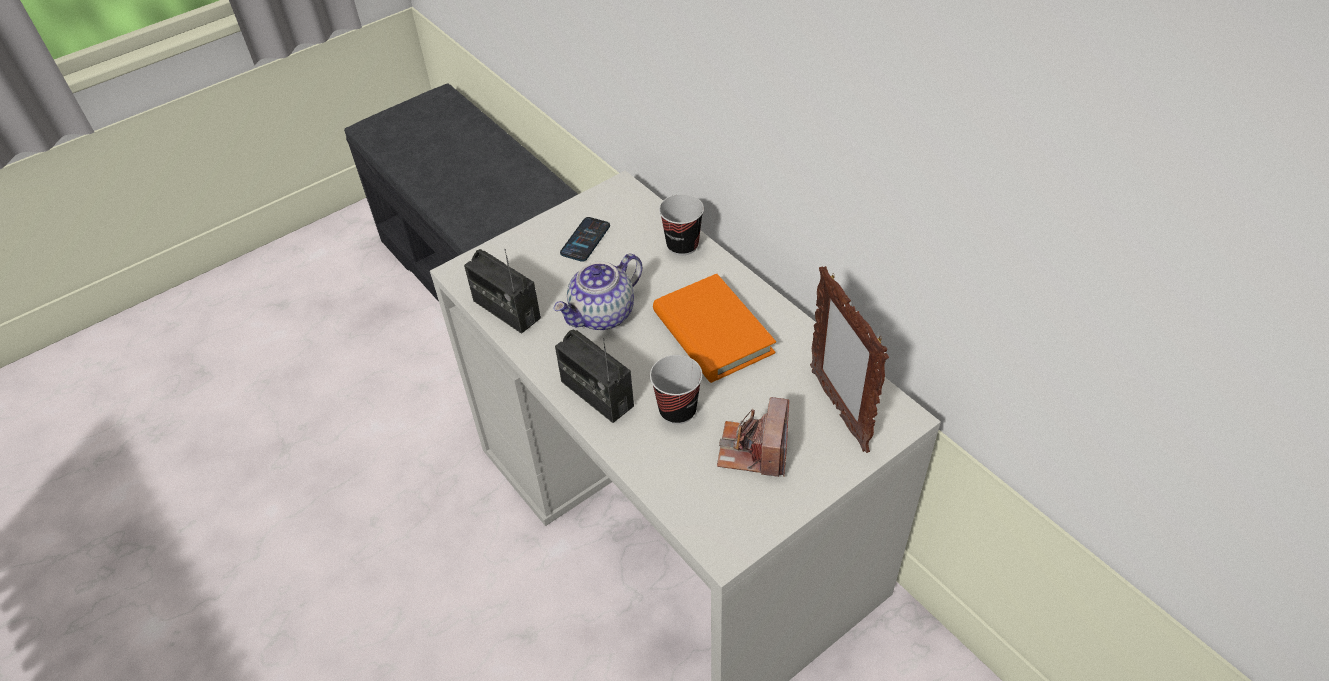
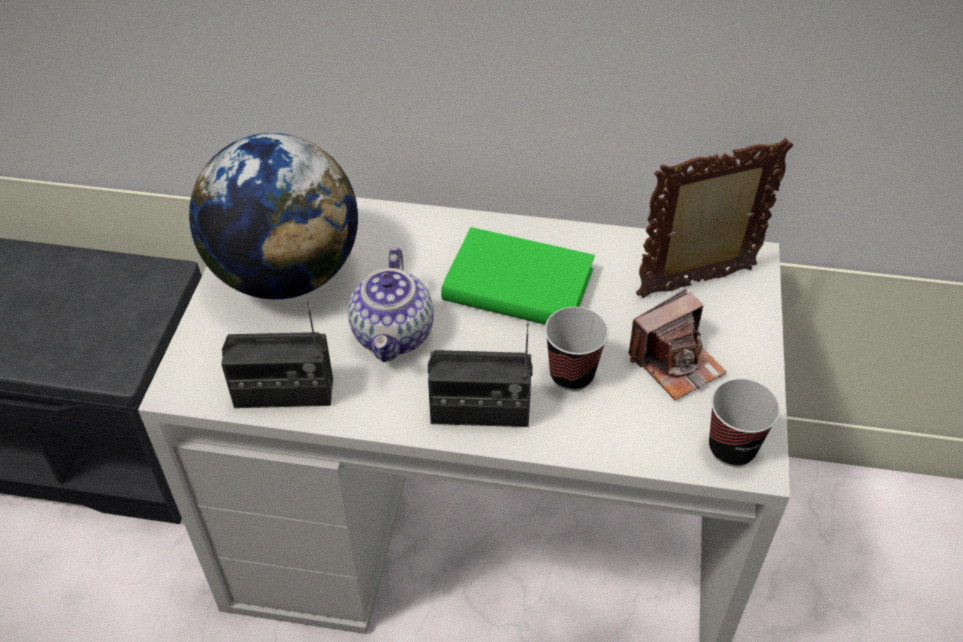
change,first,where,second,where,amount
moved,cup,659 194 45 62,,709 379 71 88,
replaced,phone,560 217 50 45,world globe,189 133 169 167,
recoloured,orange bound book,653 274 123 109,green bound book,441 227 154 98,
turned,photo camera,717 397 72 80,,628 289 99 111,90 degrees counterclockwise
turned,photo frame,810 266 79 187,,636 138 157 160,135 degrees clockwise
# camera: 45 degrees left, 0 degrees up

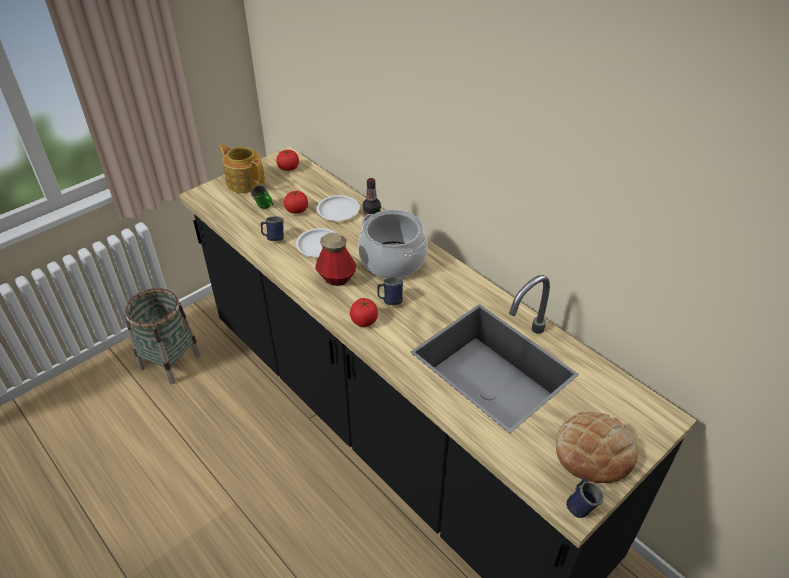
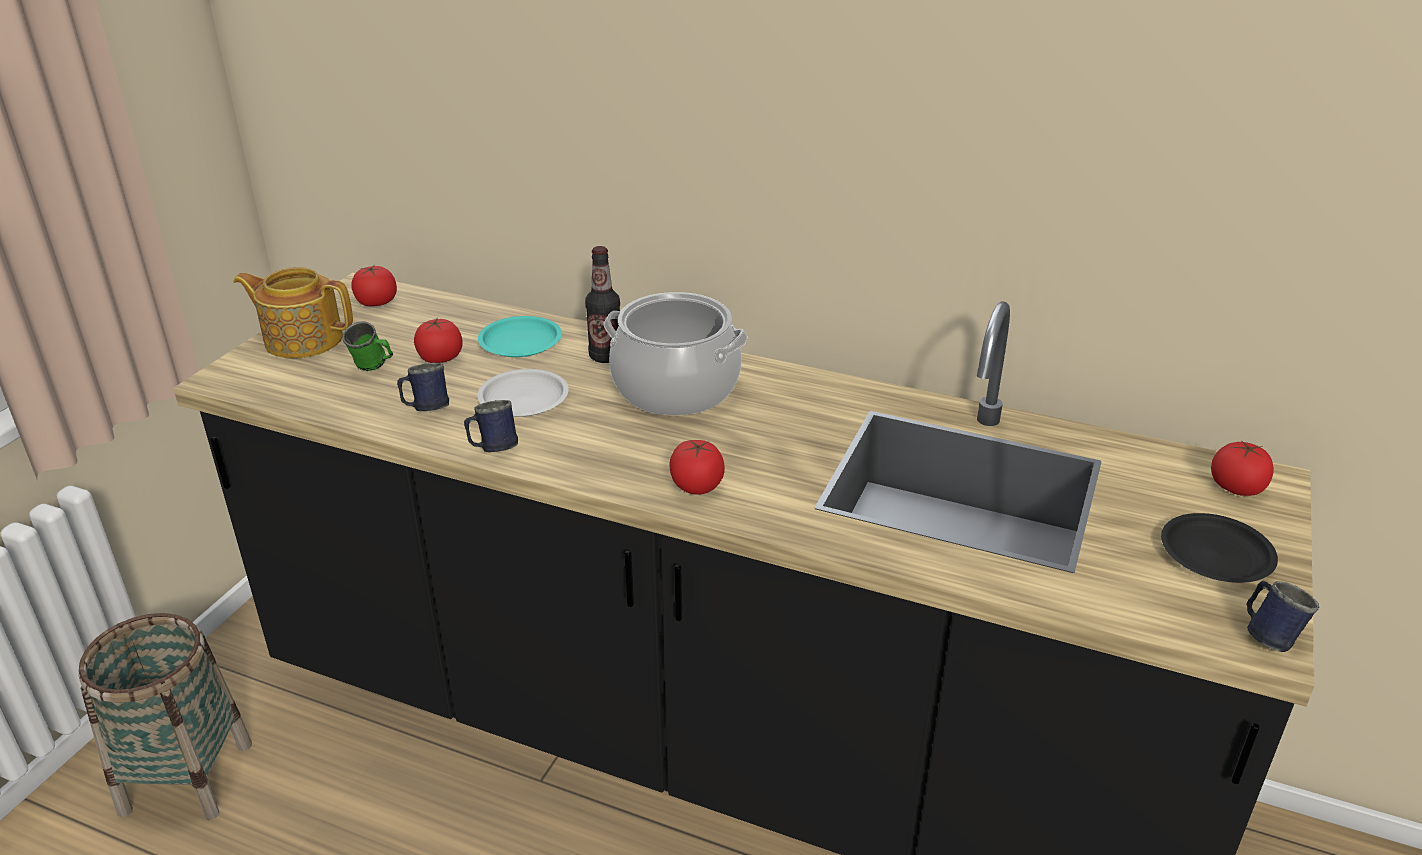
change,first,where,second,where,amount
removed,drink bottle,315 233 41 53,,,
added,,,tomato,1211 440 63 56,
moved,bluish mug,377 277 26 28,,464 400 54 52,
replaced,baked bread,556 412 82 71,black flat dish,1161 513 117 70,
recoloured,white flat dish,317 195 43 26,turquoise flat dish,478 316 84 41,
# camera: 25 degrees left, 10 degrees down

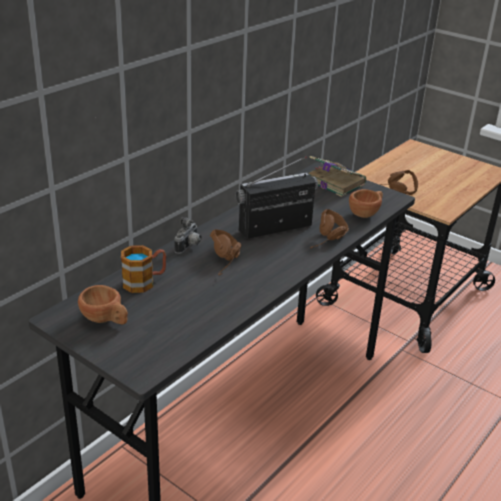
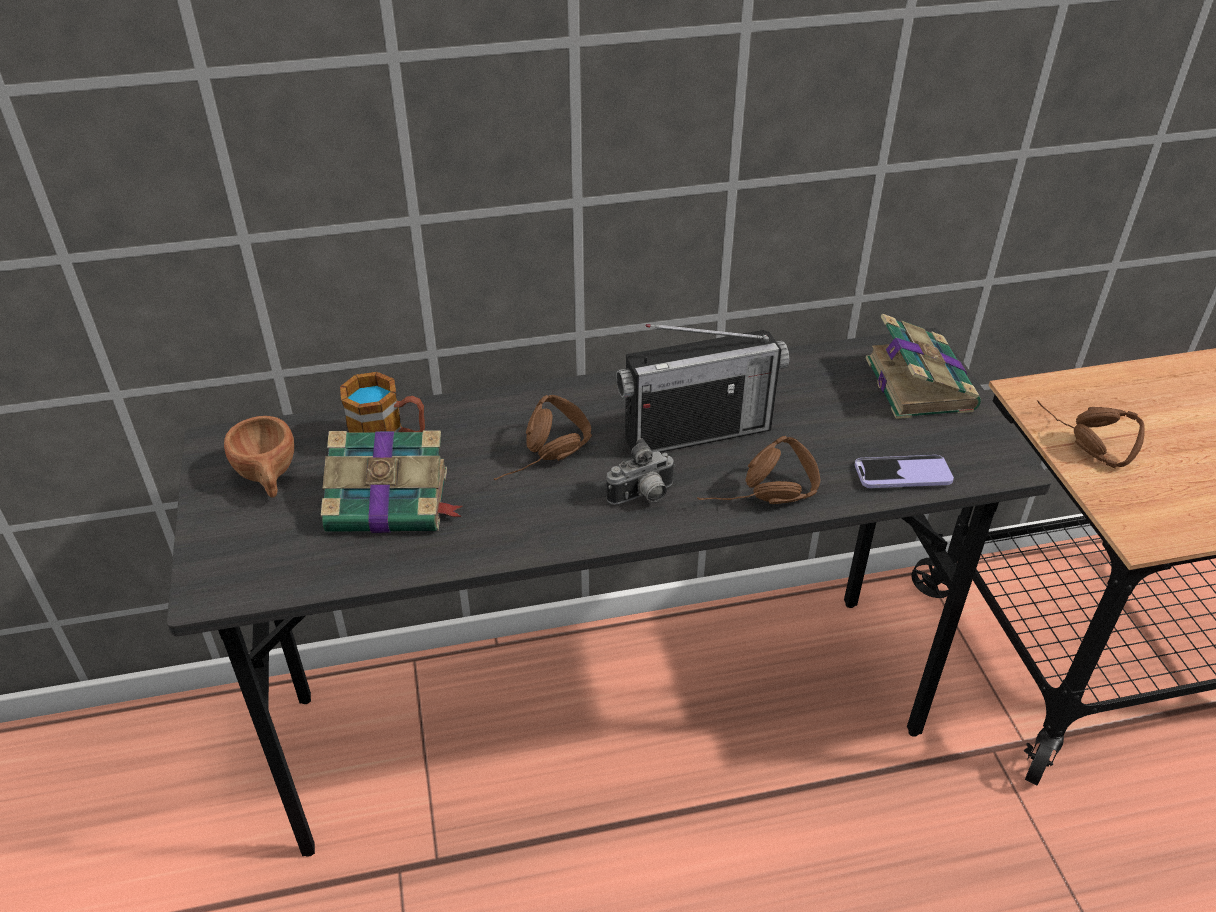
change,first,where,second,where,amount
added,,,bound book,321 430 142 103,
moved,photo camera,174 217 28 37,,606 438 70 67,
replaced,brown-coloured cup,349 189 34 29,phone,855 455 99 33,
turned,radio receiver,235 156 83 83,,616 324 173 129,150 degrees clockwise
# camera: 40 degrees right, 10 degrees up

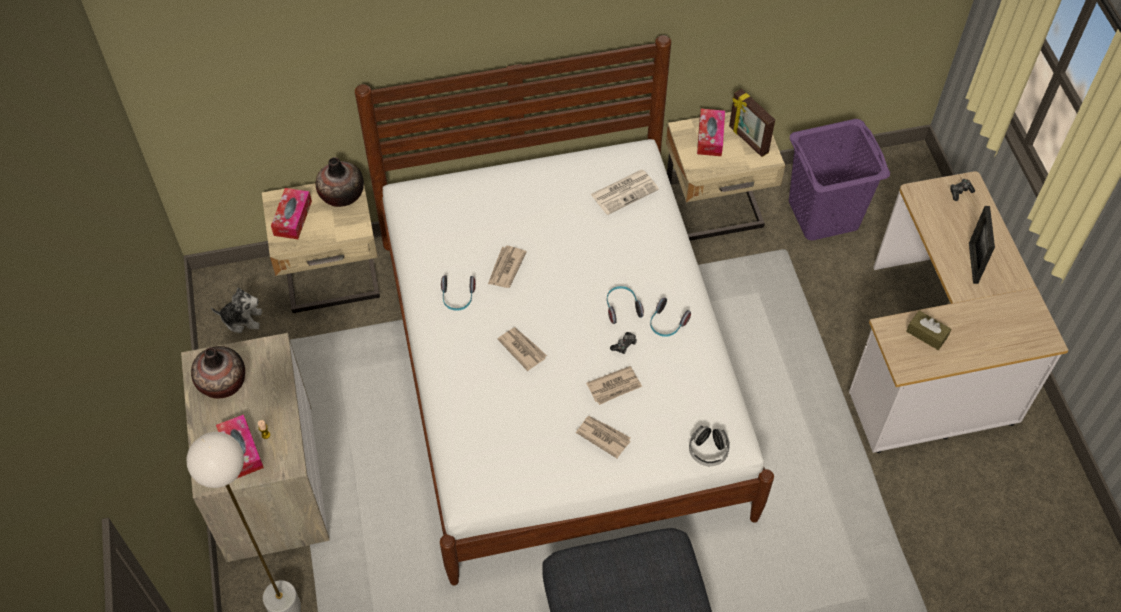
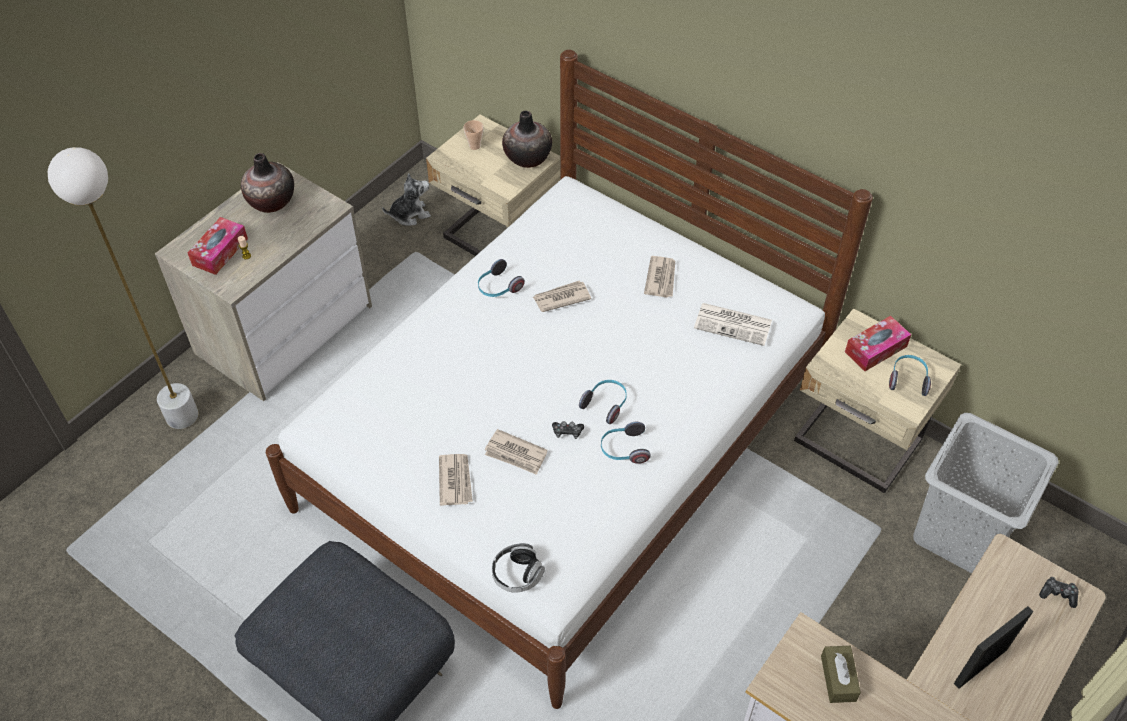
change,first,where,second,where,amount
moved,daily paper,498 327 49 44,,644 256 31 42,
replaced,tissue box,271 188 41 51,cup,464 120 19 30,
replaced,photo frame,729 89 46 68,headset,889 355 42 41,
recoloured,purple hamper,789 119 101 121,greyish hamper,913 413 146 160,
turned,plush toy,211 287 51 46,,382 174 49 52,75 degrees counterclockwise
# camera: 50 degrees right, 5 degrees down

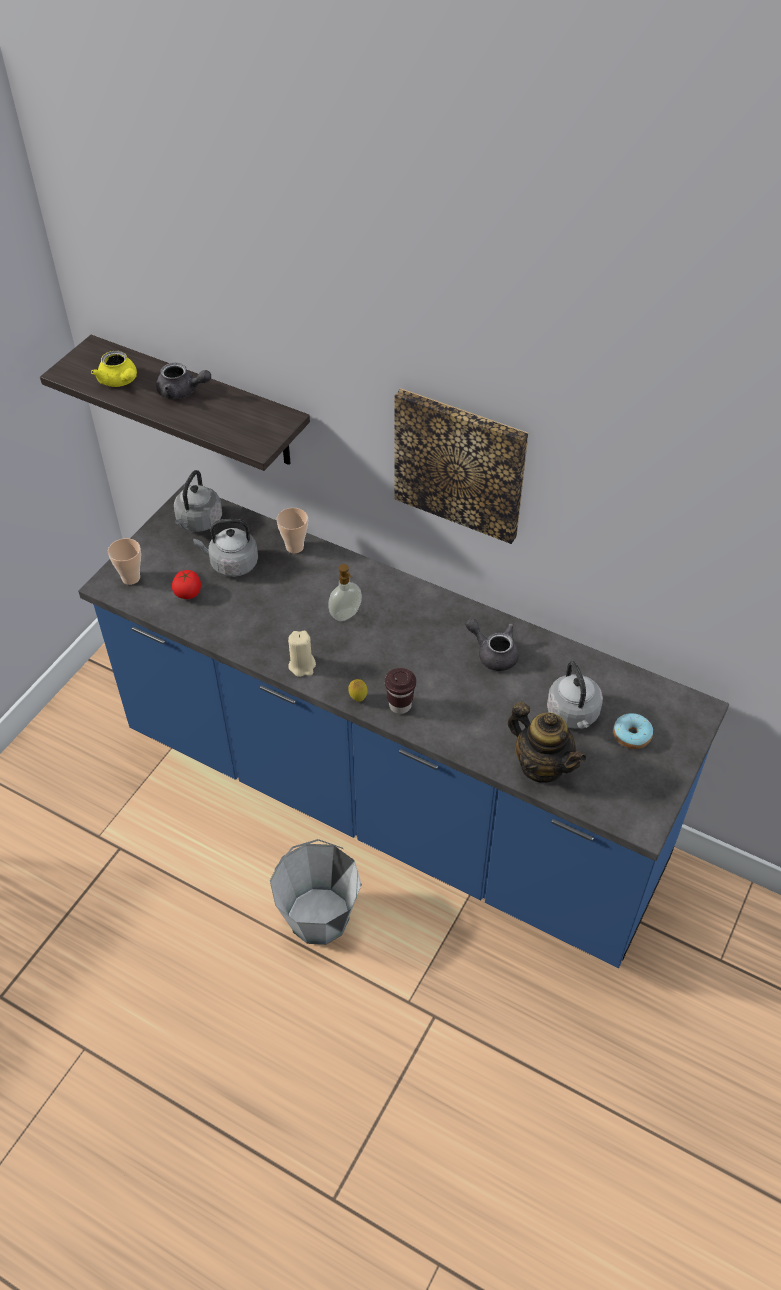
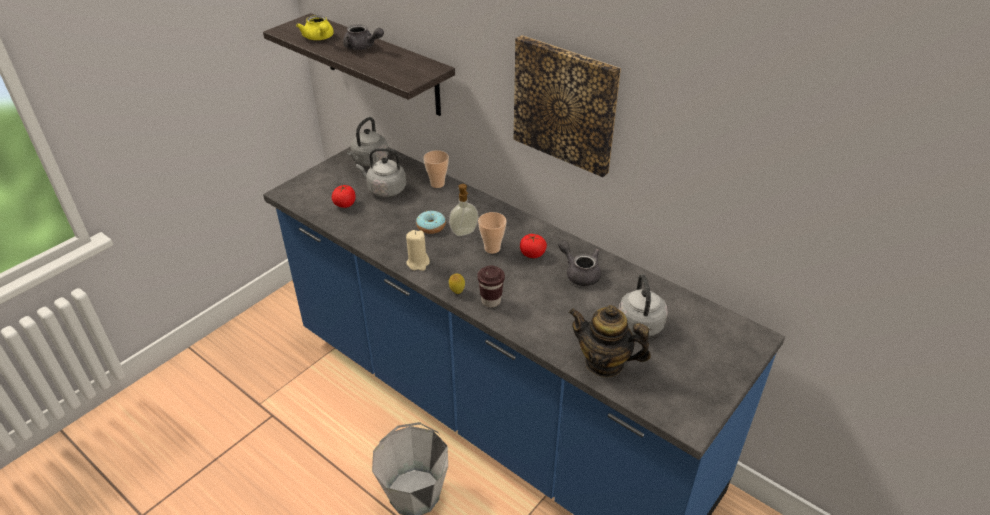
change,first,where,second,where,amount
added,,,tomato,520 234 27 24,
moved,cup,108 538 33 47,,478 212 29 42,
moved,doughnut,613 713 40 36,,416 211 30 23,
turned,teapot,508 702 78 81,,569 305 82 72,150 degrees clockwise
# camera: 10 degrees right, 10 degrees down

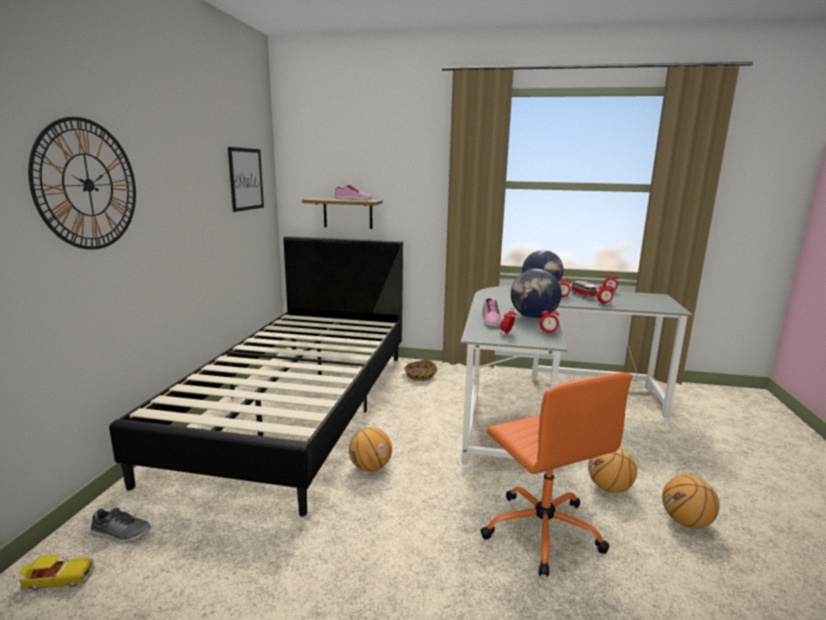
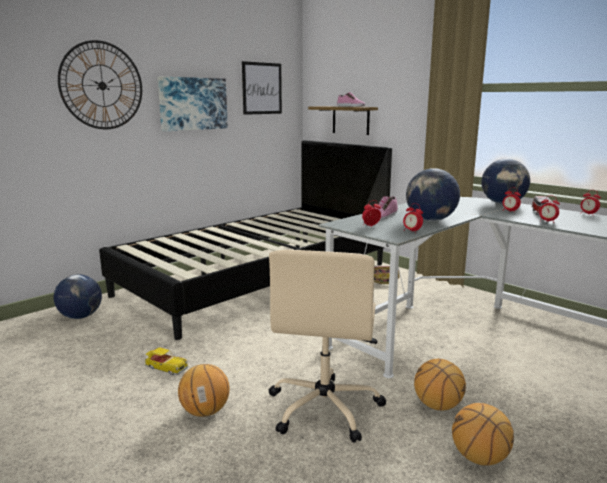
change,first,where,second,where,amount
added,,,wall art,157 77 71 54,
moved,toy car,19 554 76 37,,145 347 43 28,
moved,ball for basketball,349 427 43 45,,178 364 52 53,
replaced,item of footwear,90 508 61 36,world globe,54 274 48 45,
recoloured,orange office chair,480 373 152 204,beige-coloured office chair,269 250 117 193,
# camera: 35 degrees right, 0 degrees up

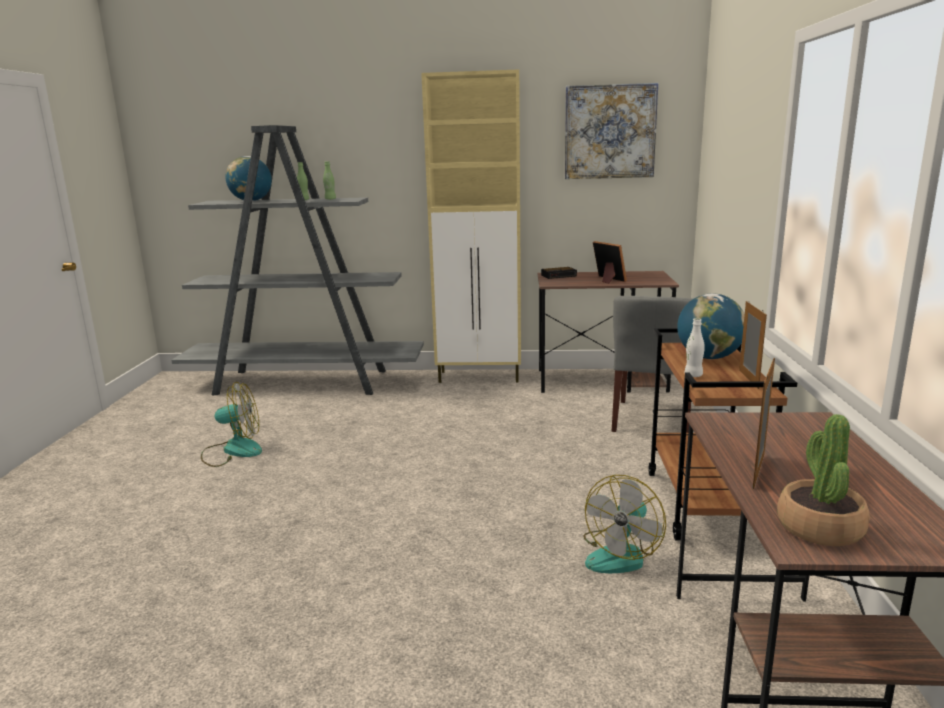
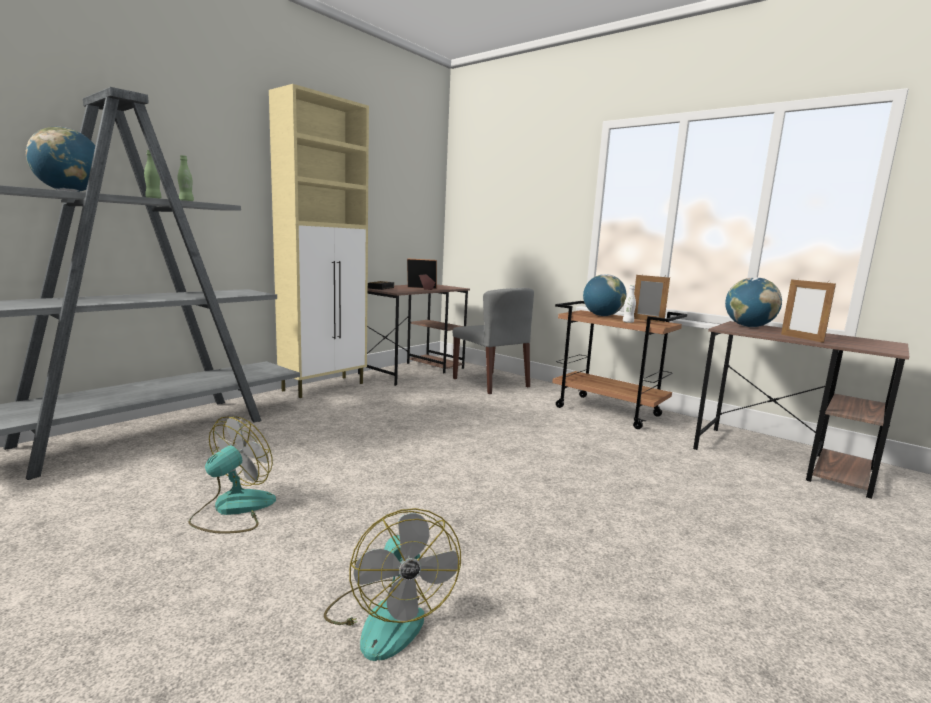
change,first,where,second,where,amount
removed,wall art,565 83 93 96,,,
removed,houseplant,777 414 93 132,,,
added,,,world globe,725 277 57 50,
moved,electric fan,583 475 83 98,,324 508 137 153,
# camera: 55 degrees left, 5 degrees down

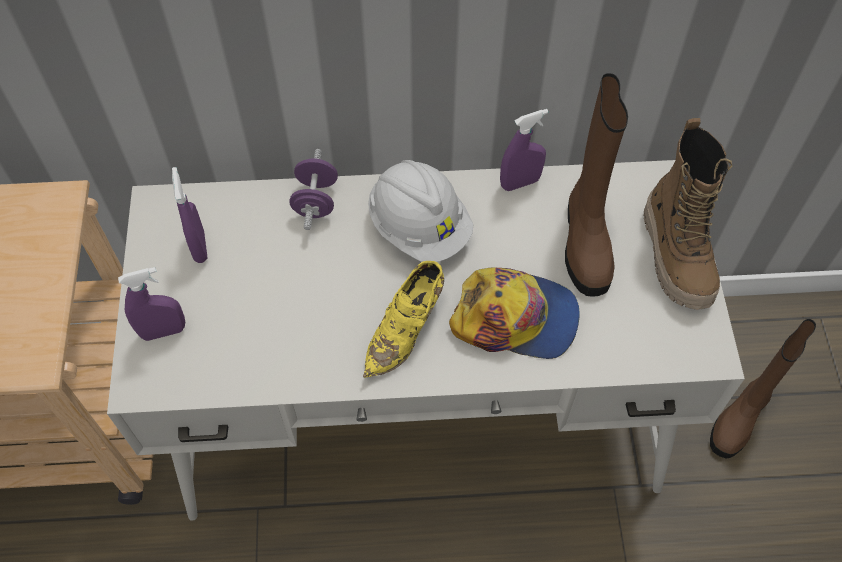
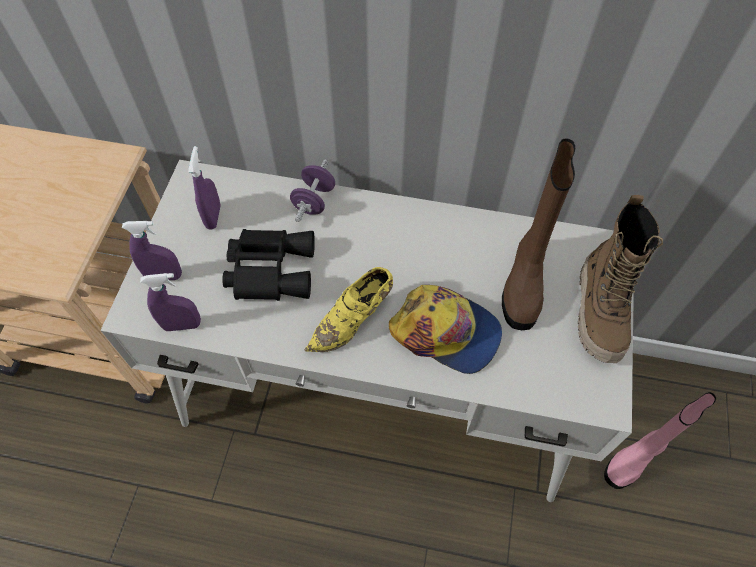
change,first,where,second,where,amount
removed,white hard hat,368 160 105 102,,,
added,,,black field glasses,222 229 93 72,
moved,purple spray bottle,500 109 48 82,,140 273 61 58,
recoloured,brown-coloured tall boot,710 319 106 140,pinkish tall boot,604 392 112 97,
# camera: 15 degrees right, 0 degrees up

